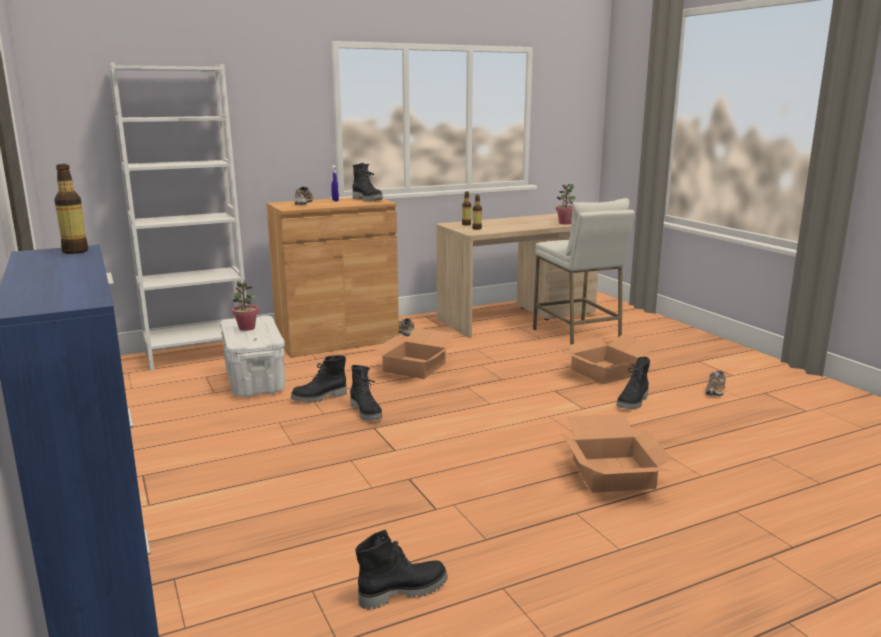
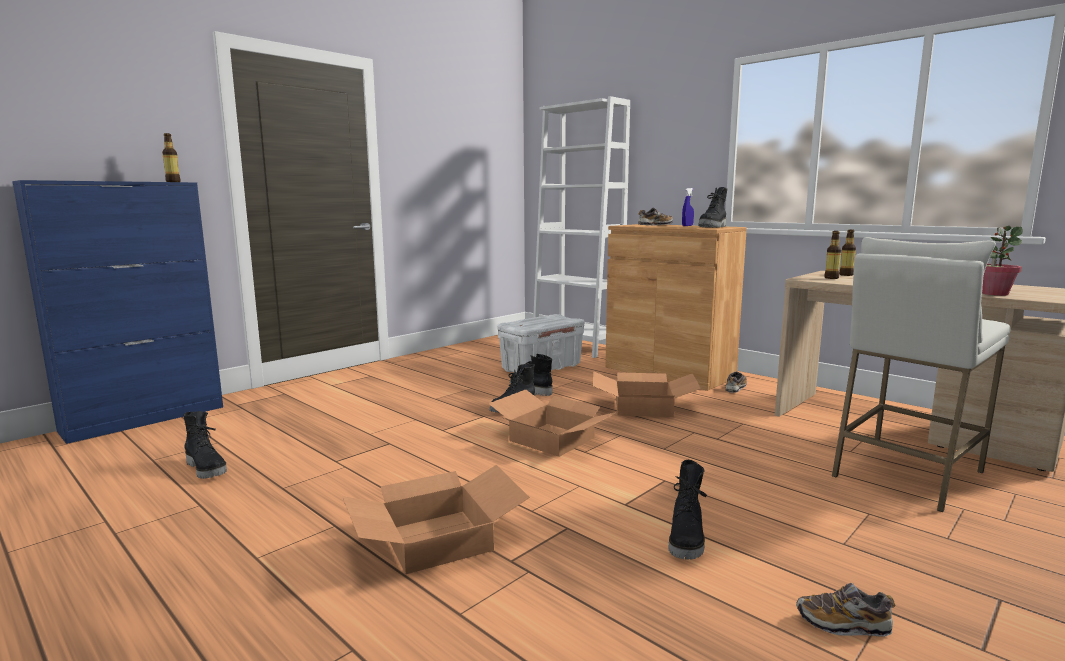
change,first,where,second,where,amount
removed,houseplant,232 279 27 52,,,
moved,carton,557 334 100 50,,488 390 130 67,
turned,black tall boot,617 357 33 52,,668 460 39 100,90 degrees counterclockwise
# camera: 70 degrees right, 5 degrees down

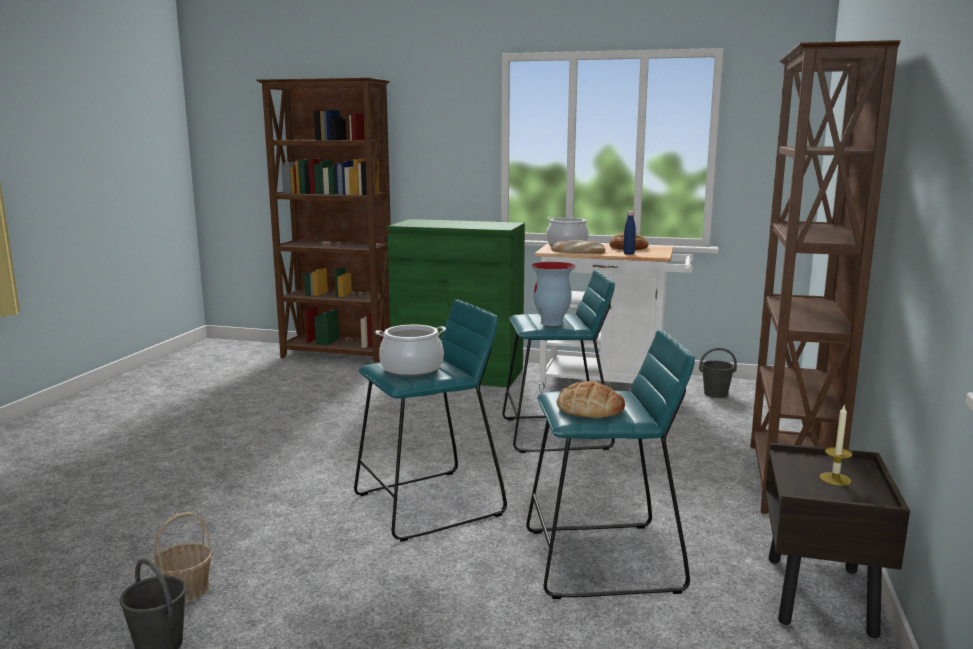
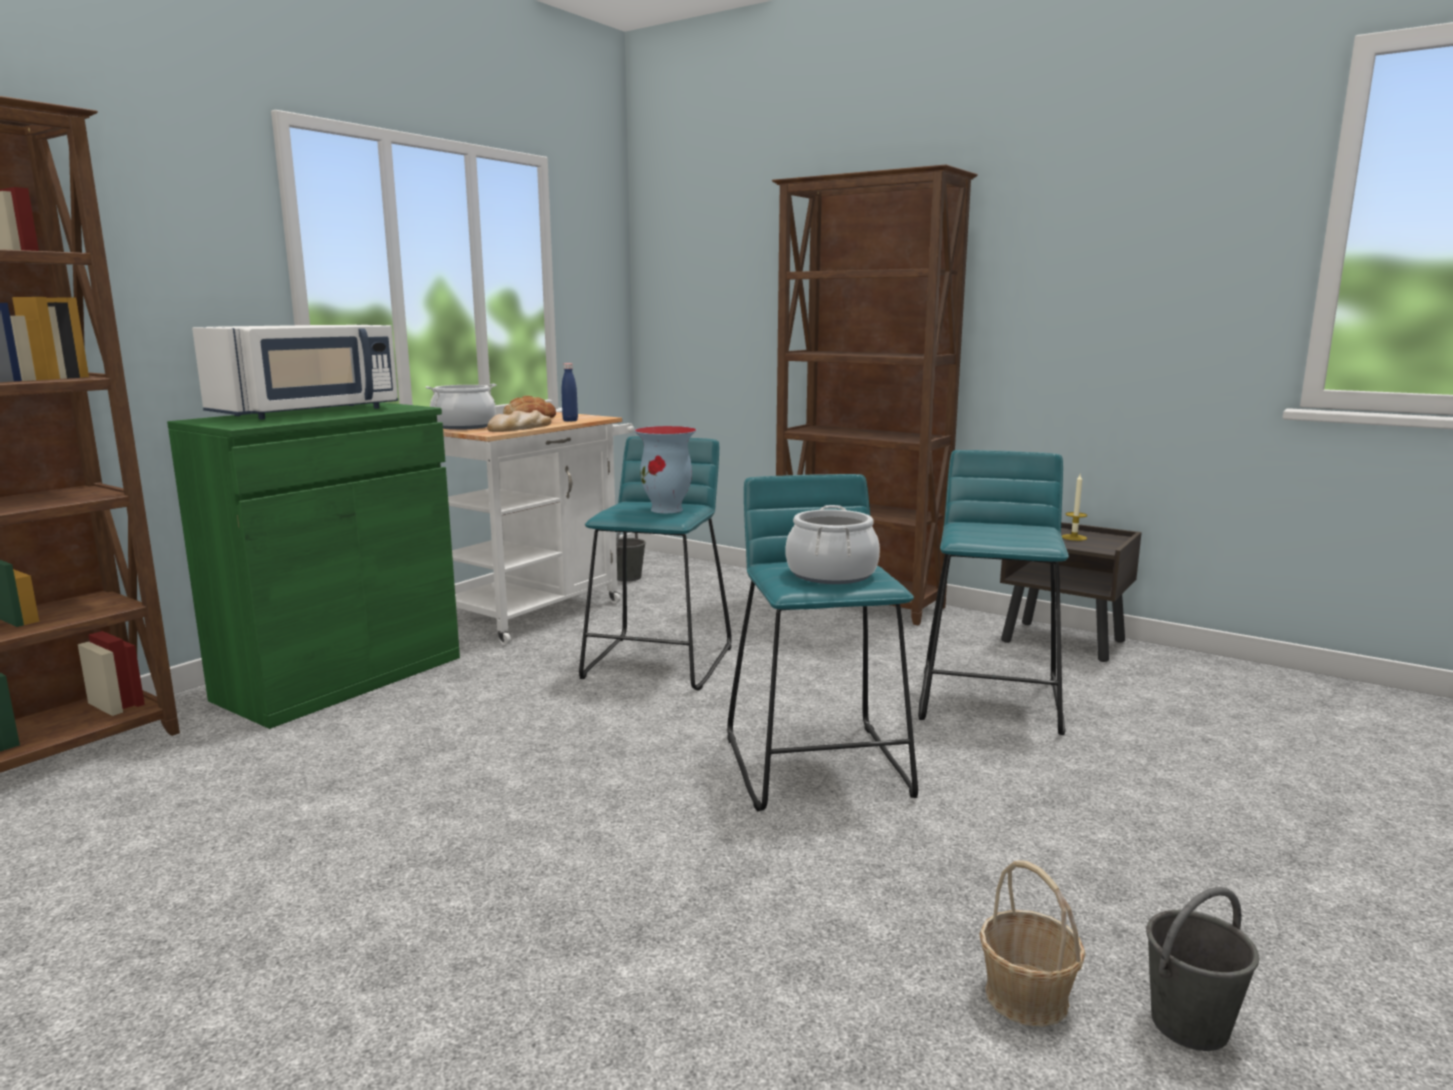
change,first,where,second,where,amount
removed,baked bread,557 381 68 37,,,
added,,,white microwave,192 325 206 95,
# camera: 70 degrees left, 0 degrees up

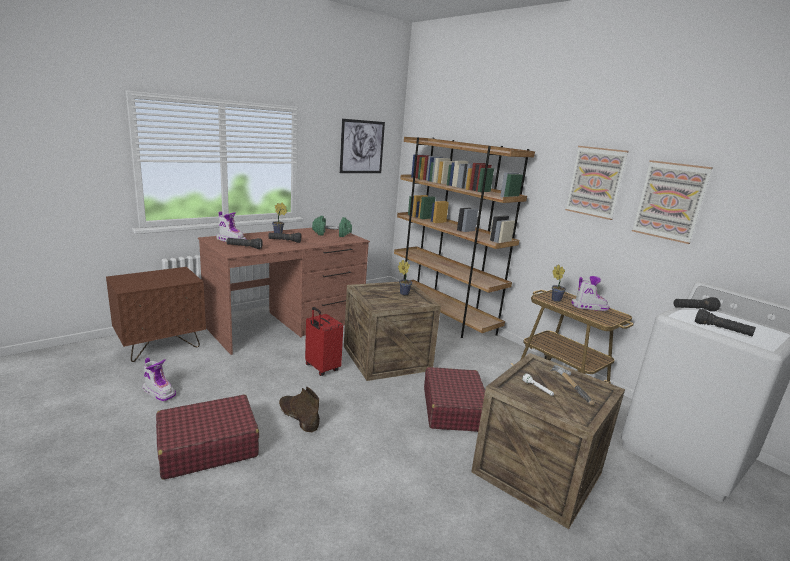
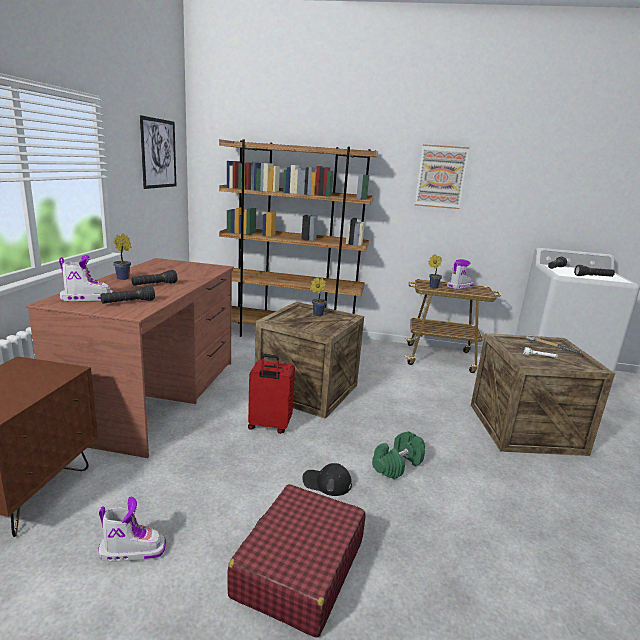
change,first,where,second,where,amount
removed,red suitcase,424 367 61 65,,,
removed,wall art,632 160 81 84,,,
moved,green dumbbell,312 216 40 21,,372 431 53 49,
replaced,brown-coloured tall boot,279 387 41 46,black baseball cap,302 463 50 33,
# camera: 40 degrees left, 0 degrees up

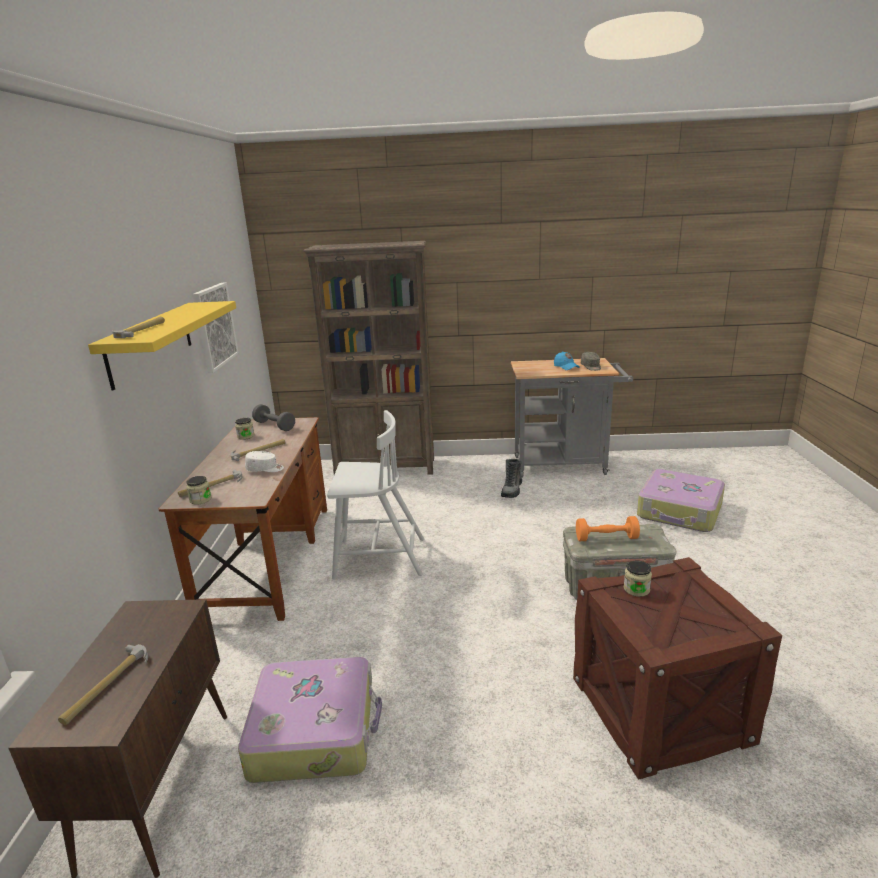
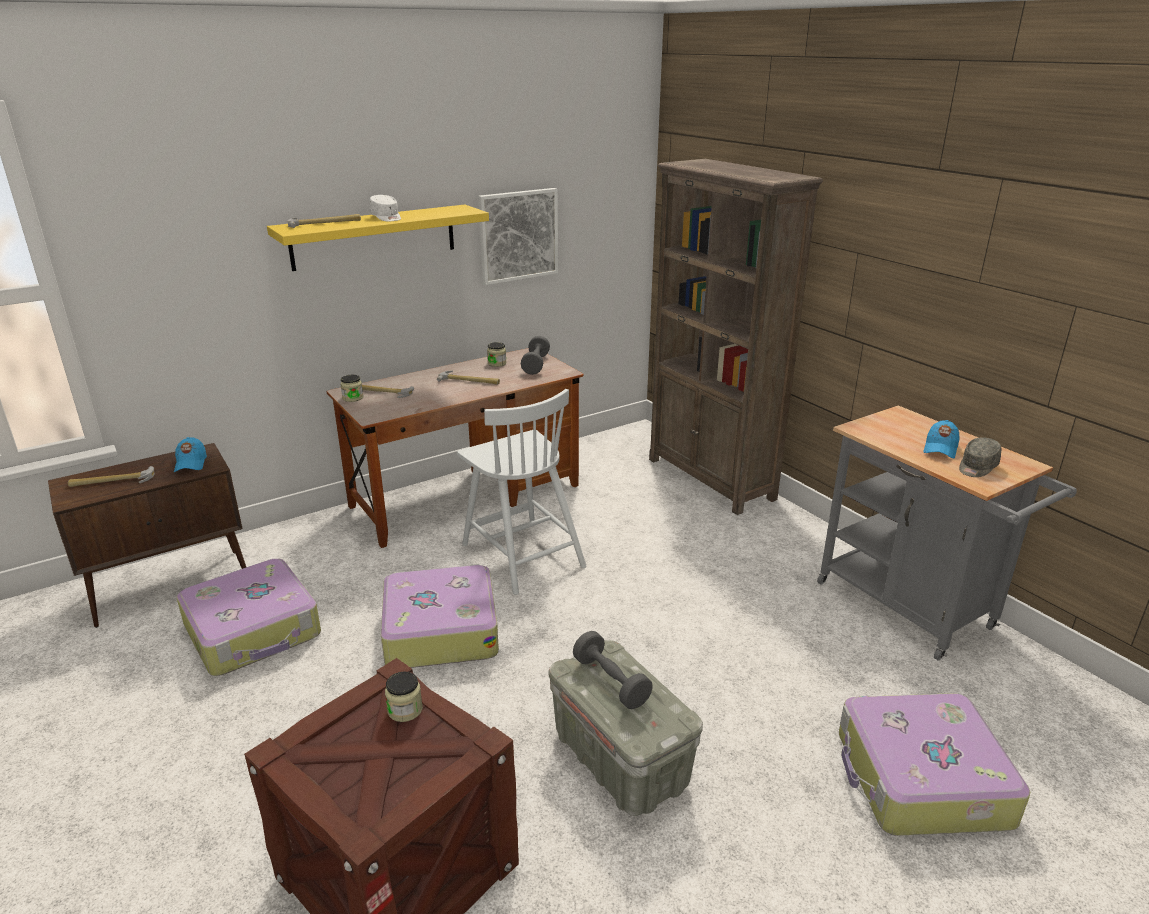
change,first,where,second,where,amount
removed,tall boot,501 459 21 39,,,
added,,,bluish baseball cap,174 437 33 35,
added,,,suitcase,381 564 118 104,
moved,white baseball cap,245 451 39 21,,369 195 32 26,
recoloured,orange dumbbell,576 516 64 25,greyish dumbbell,573 631 80 78,
# camera: 55 degrees right, 5 degrees up

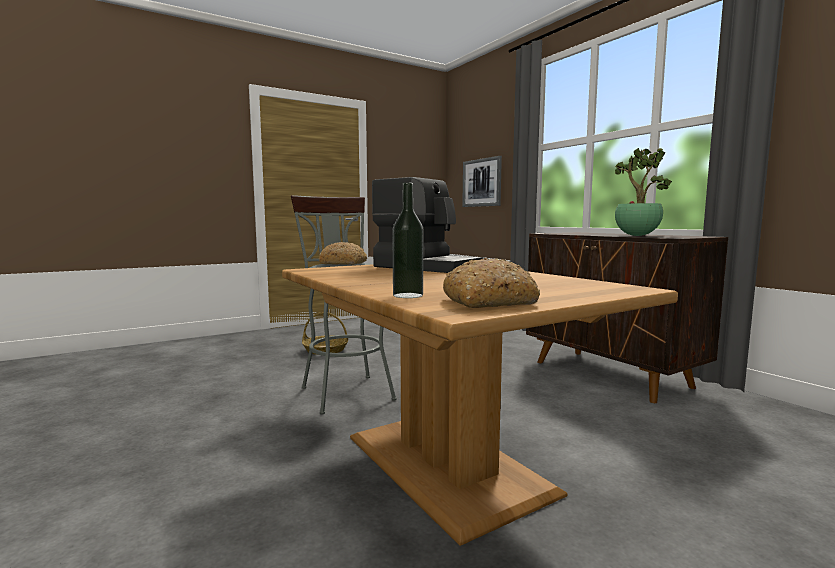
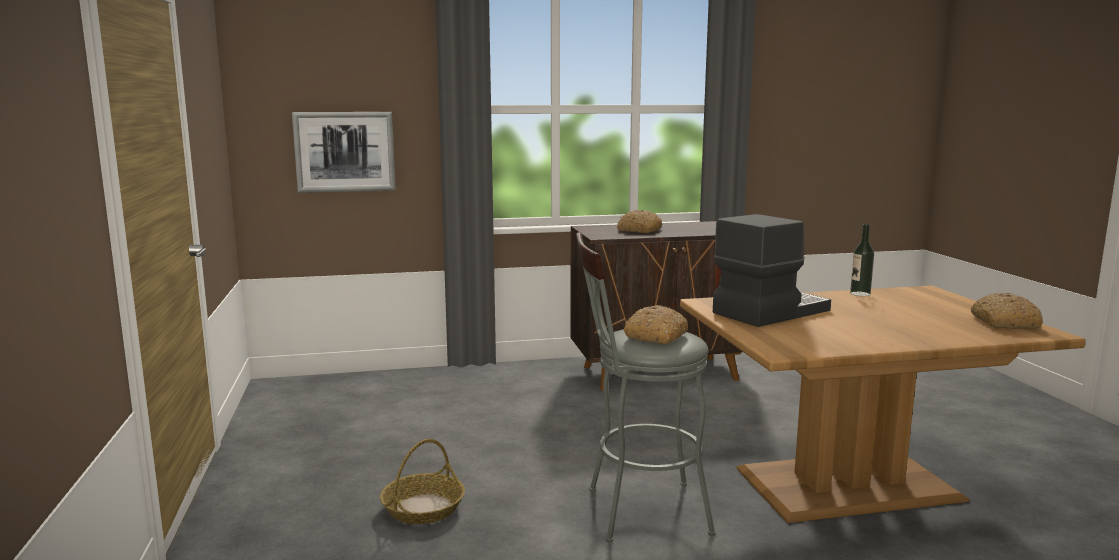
change,first,where,second,where,amount
removed,houseplant,615 148 57 88,,,
added,,,baked bread,617 210 46 23,
moved,drink bottle,392 183 31 115,,850 224 24 72,
# camera: 70 degrees left, 5 degrees up

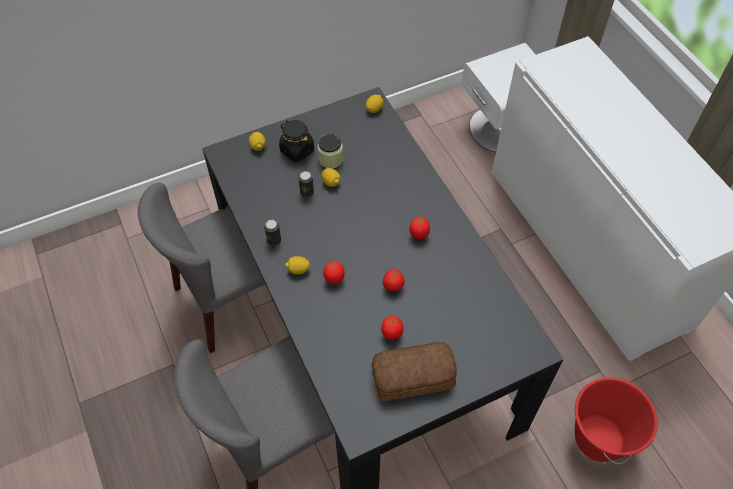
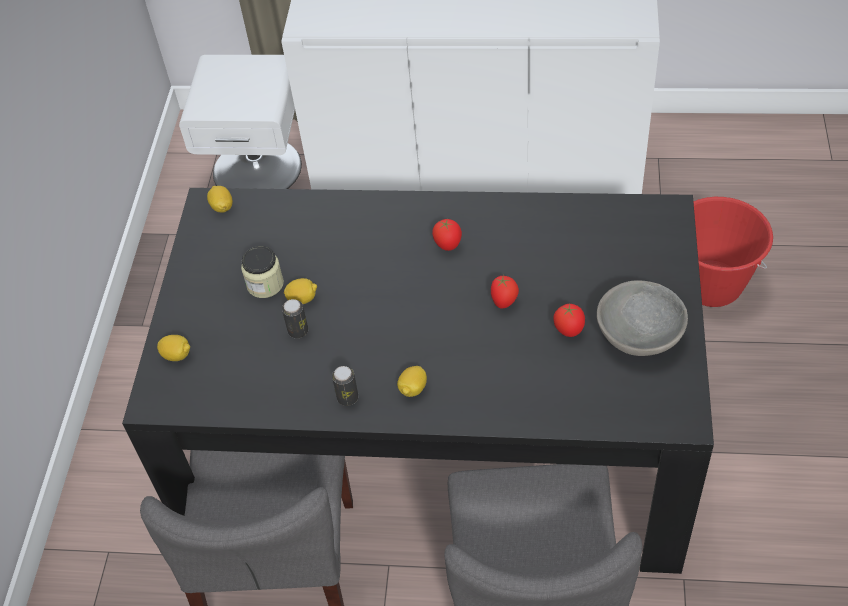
change,first,where,second,where,amount
removed,black jar,279 120 35 42,,,
removed,tomato,323 261 22 23,,,
replaced,baked bread,371 342 86 59,greyish bowl,597 280 91 76,
# camera: 55 degrees left, 5 degrees down

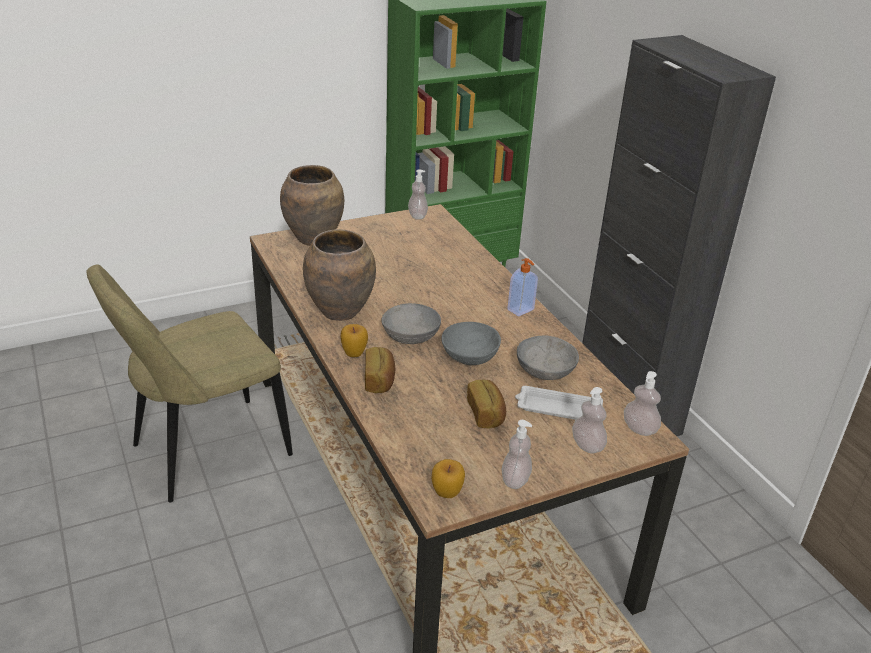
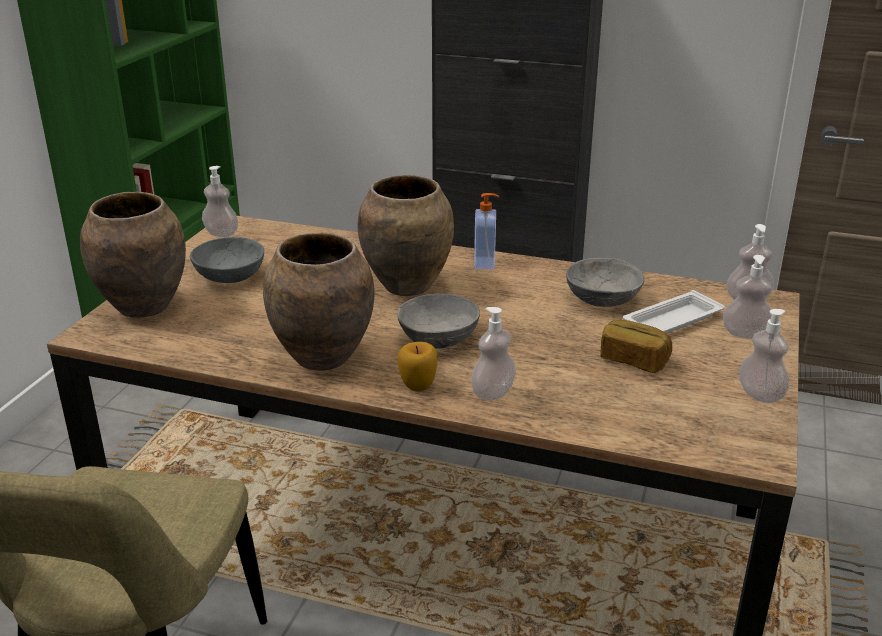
change,first,where,second,where,amount
removed,apple fruit,431 459 34 39,,,
added,,,brown-coloured vase,358 175 96 121,
moved,greyish bowl,441 322 60 43,,190 237 74 46,
replaced,baked bread,365 347 30 46,liquid soap bottle,471 307 45 94,
# camera: 45 degrees left, 5 degrees down

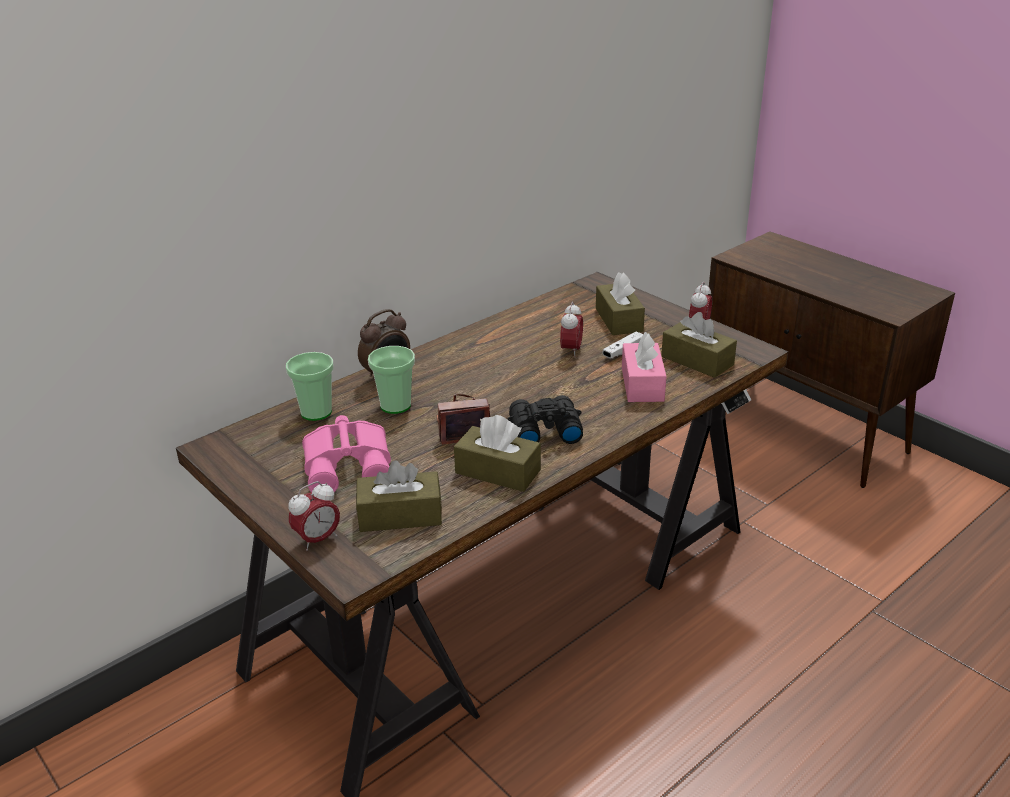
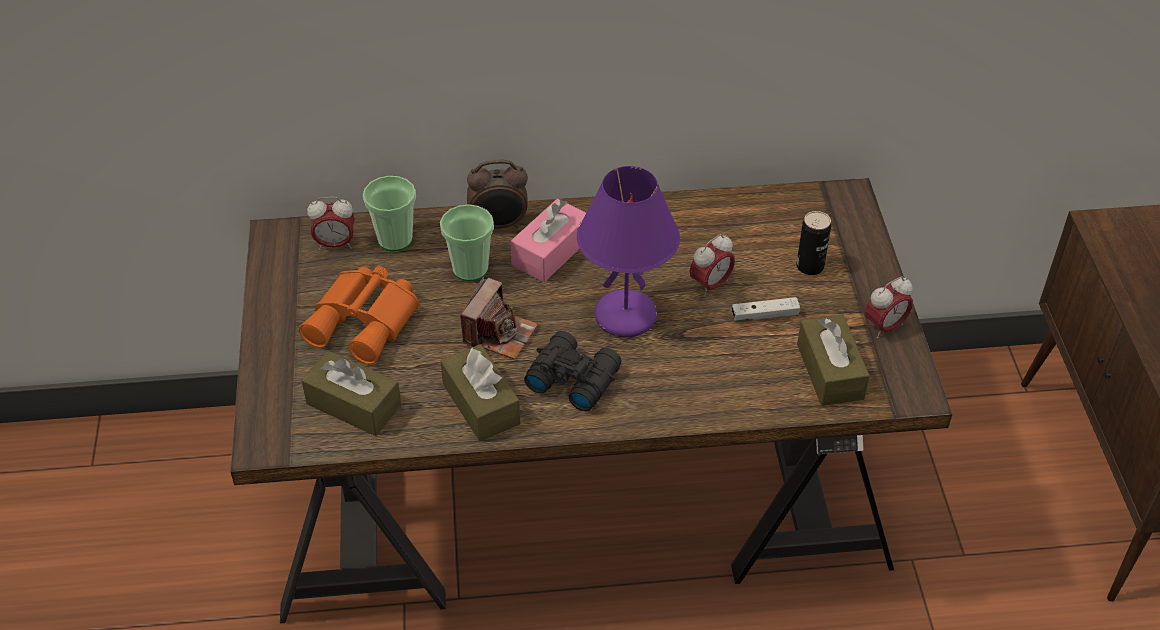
change,first,where,second,where,amount
added,,,purple tabletop lamp,577 166 103 171,
moved,table clock,288 481 52 70,,307 197 48 53,
moved,pinkish tissue box,622 332 45 70,,510 198 76 84,
replaced,brown-coloured tissue box,596 272 49 63,can,796 211 35 64,
recoloured,pinkish field glasses,302 415 89 77,orange field glasses,299 266 120 99,
turned,photo camera,436 394 54 51,,460 277 78 83,90 degrees clockwise
# camera: 35 degrees right, 15 degrees up

